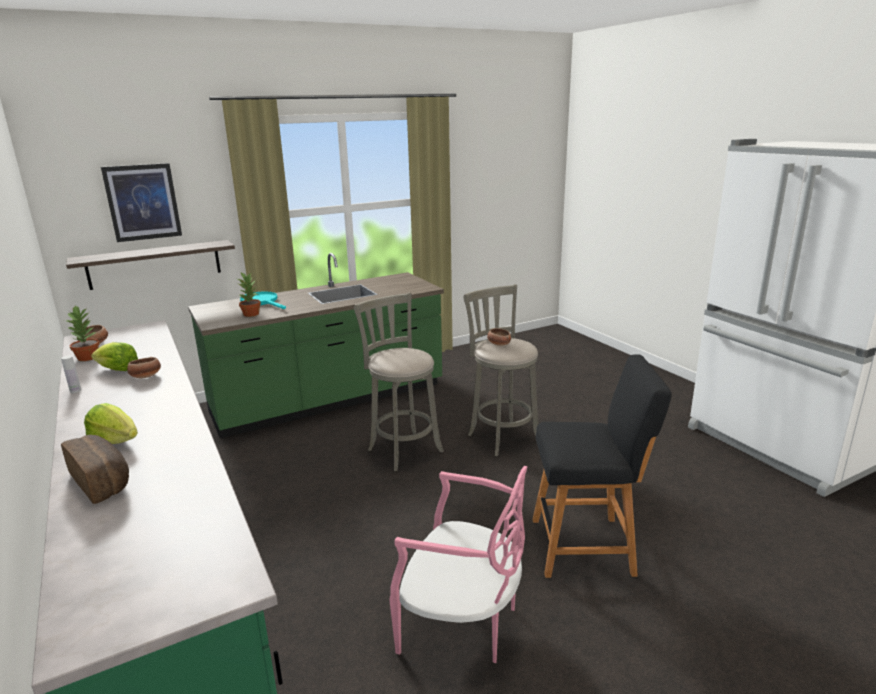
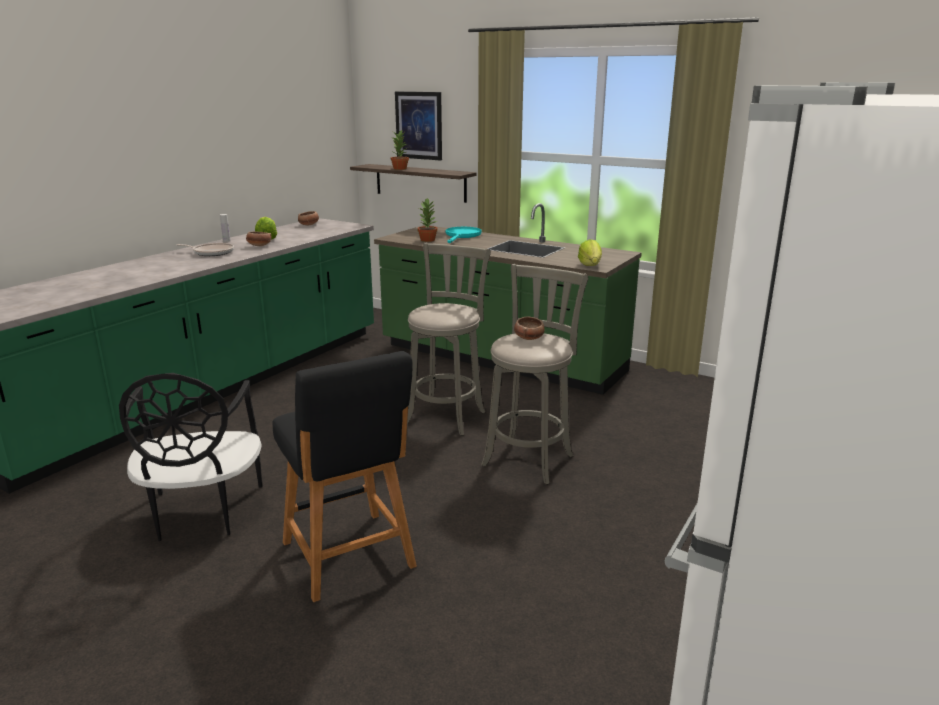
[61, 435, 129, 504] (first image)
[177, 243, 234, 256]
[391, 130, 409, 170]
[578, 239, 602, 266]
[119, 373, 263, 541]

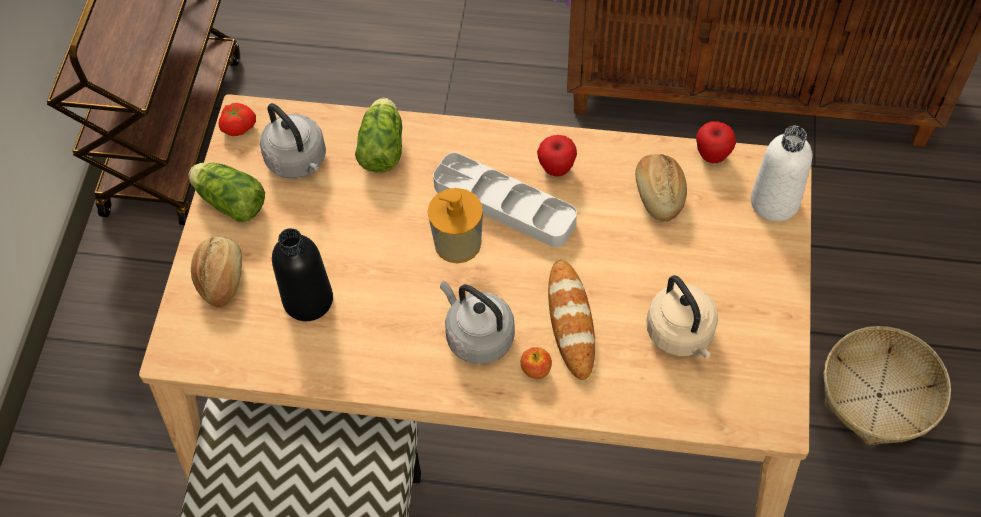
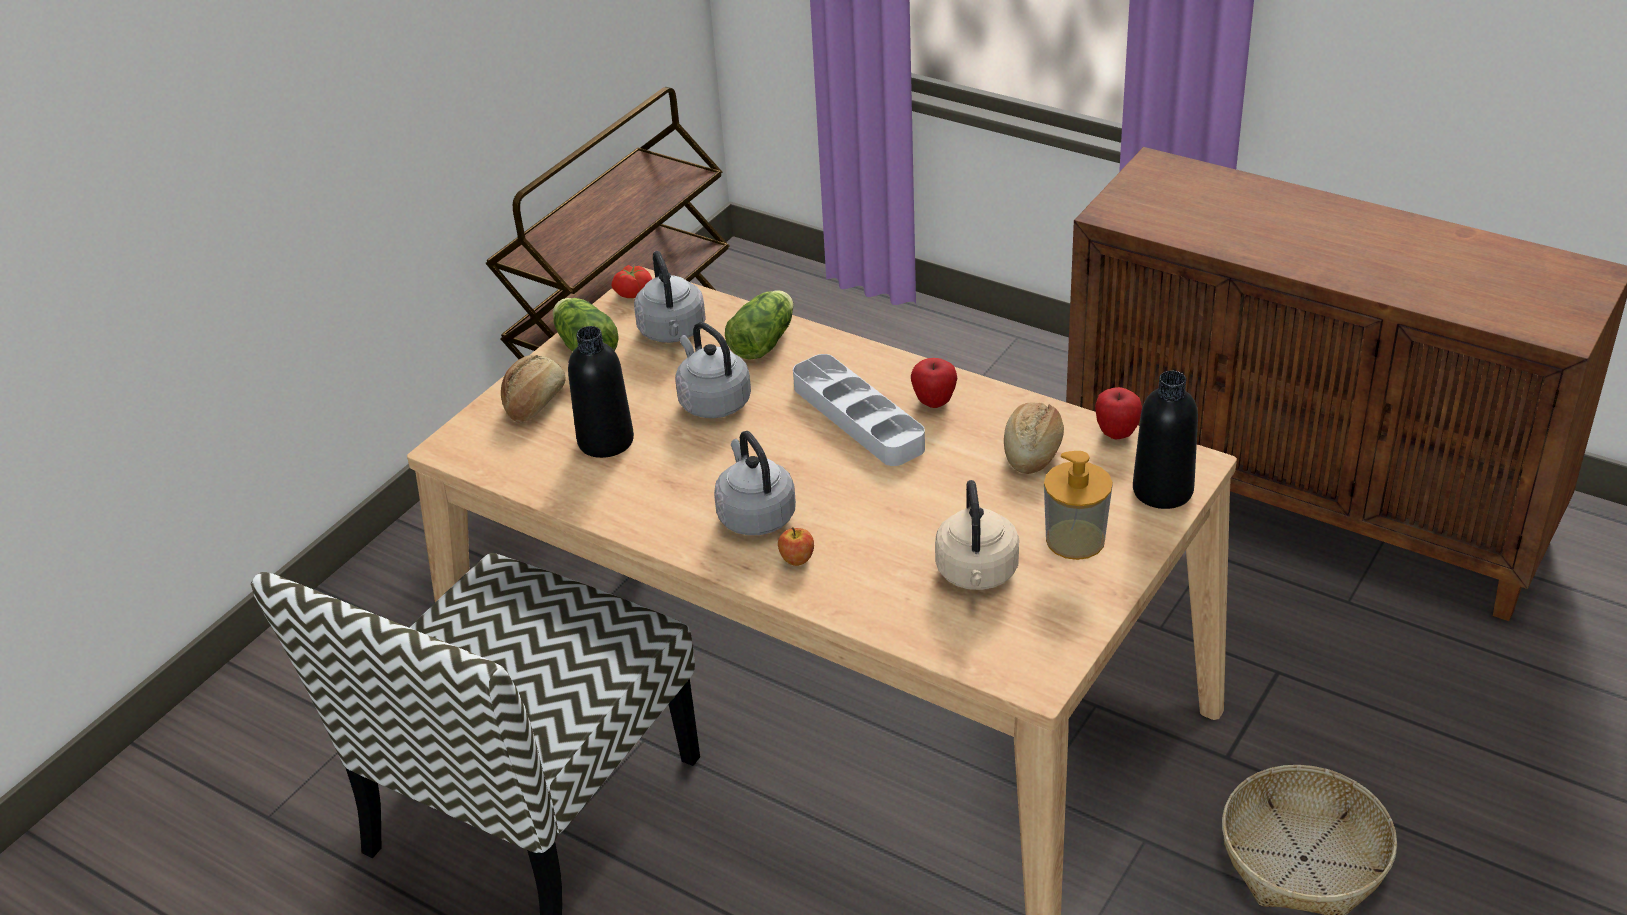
[548, 260, 595, 380] (first image)
[675, 322, 751, 418]
[1044, 451, 1113, 560]
[1133, 371, 1198, 509]

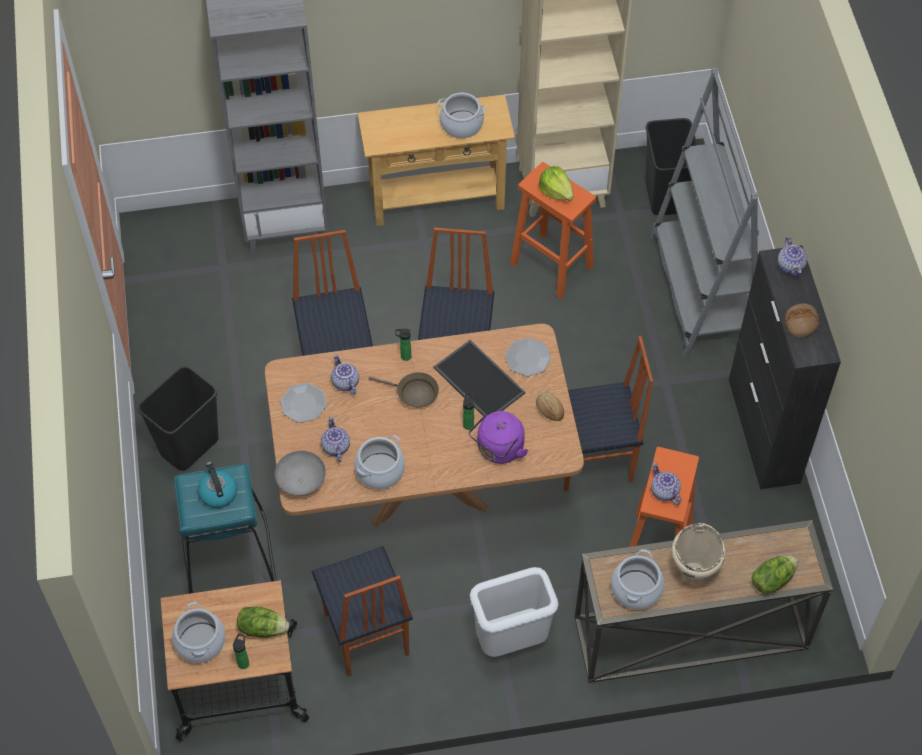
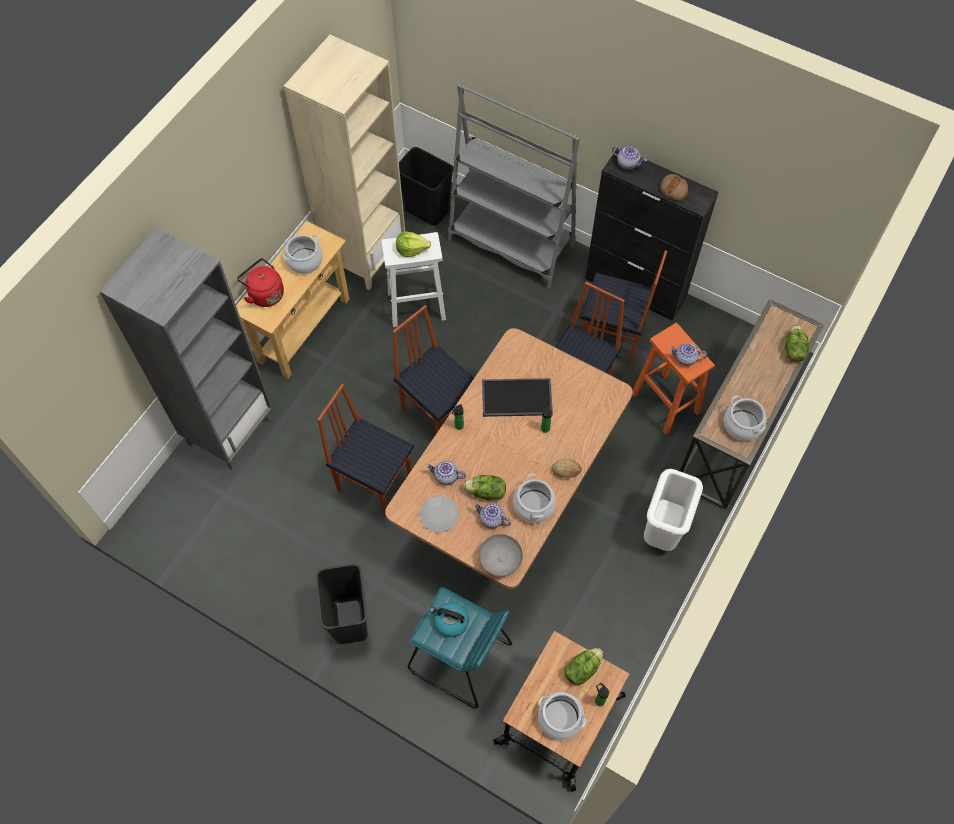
[369, 372, 439, 408] (first image)
[469, 411, 528, 464] (first image)
[505, 338, 551, 377] (first image)
[672, 523, 726, 582] (first image)
[237, 258, 284, 307]
[463, 475, 506, 500]
[580, 250, 667, 364]
[552, 459, 582, 478]
[381, 232, 446, 327]

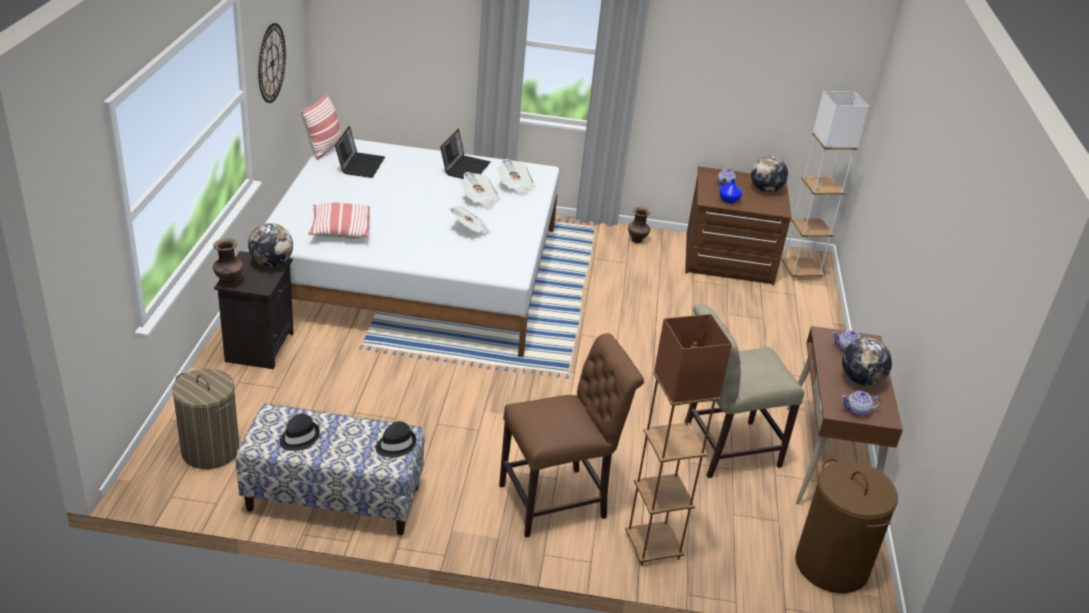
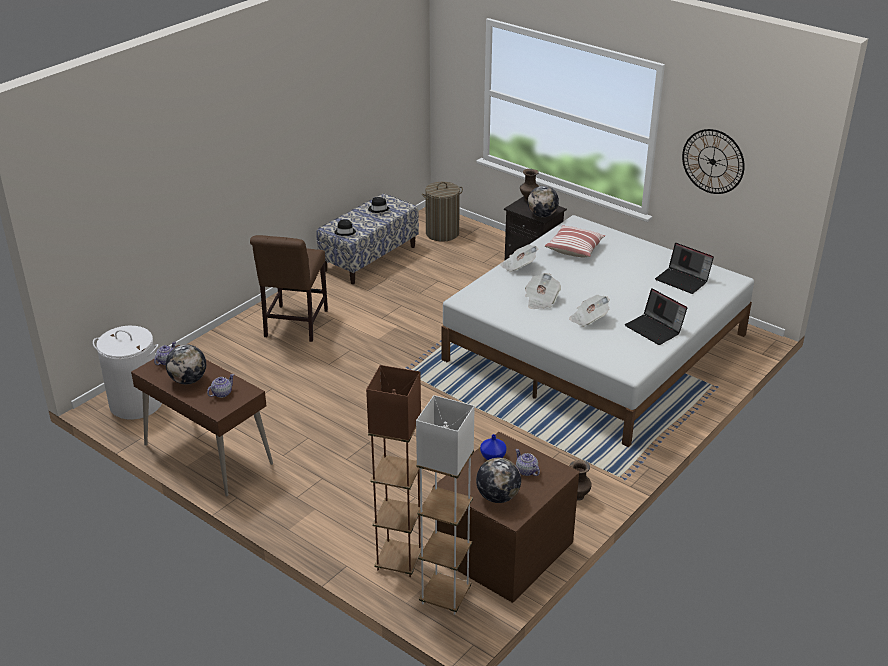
[300, 93, 342, 160] (first image)
[684, 304, 804, 478] (first image)
[501, 244, 538, 272]
[366, 365, 421, 577]
[93, 326, 162, 420]

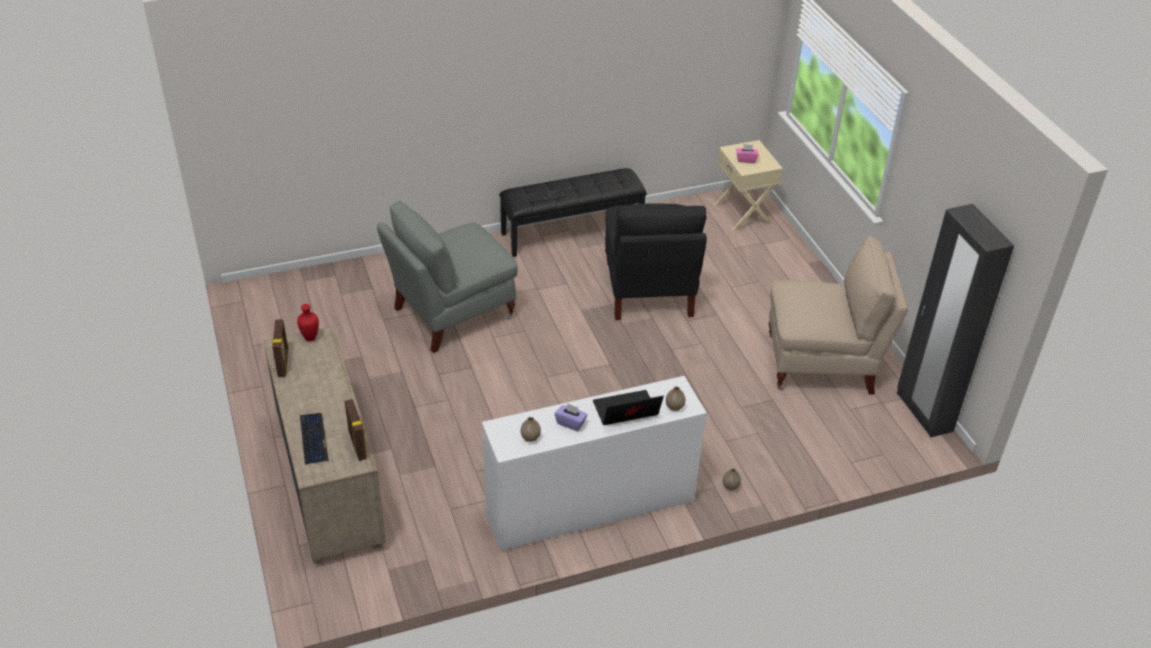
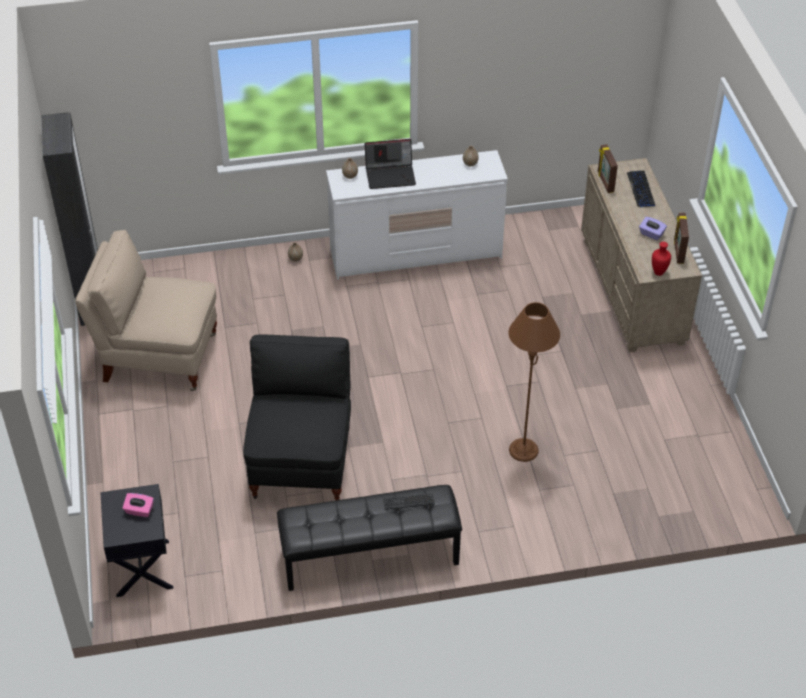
[639, 217, 667, 240]
[508, 302, 560, 462]
[100, 484, 173, 597]

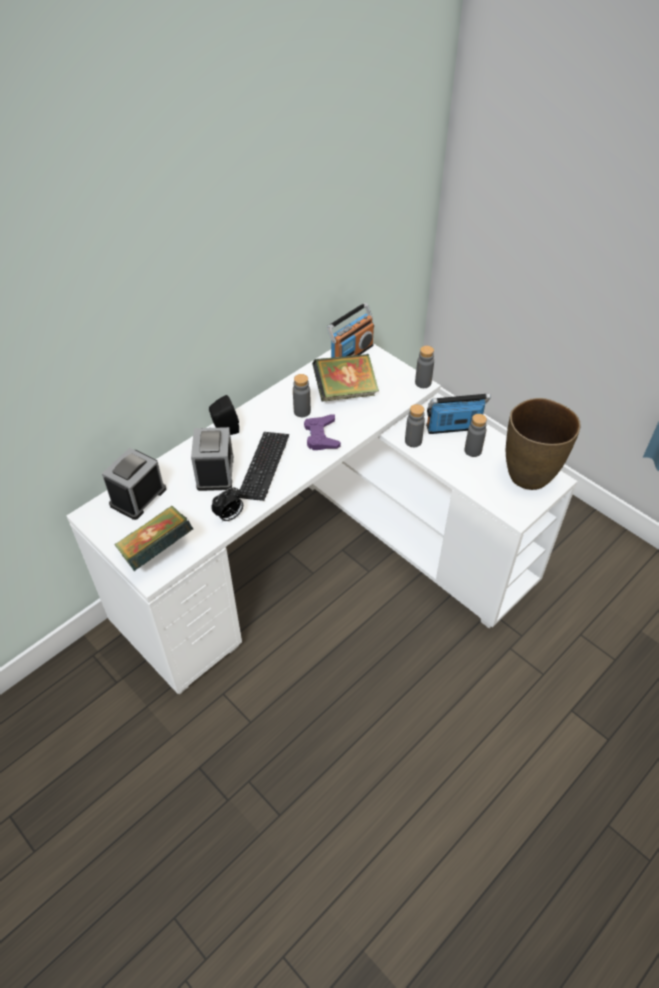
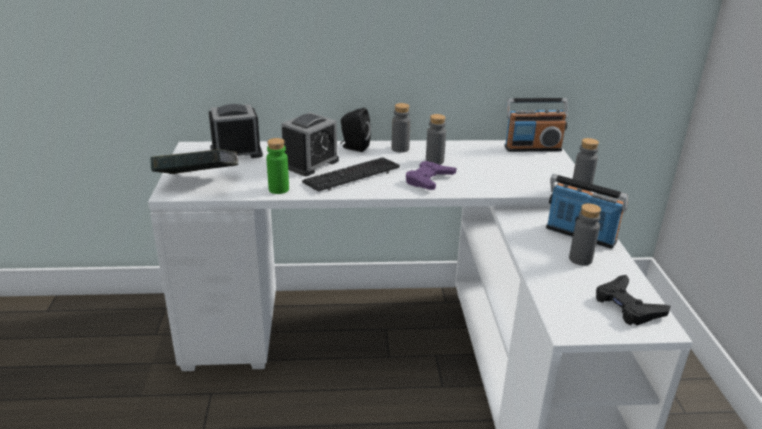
[312, 354, 379, 401] (first image)
[392, 103, 411, 153]
[266, 138, 289, 194]
[596, 275, 671, 325]

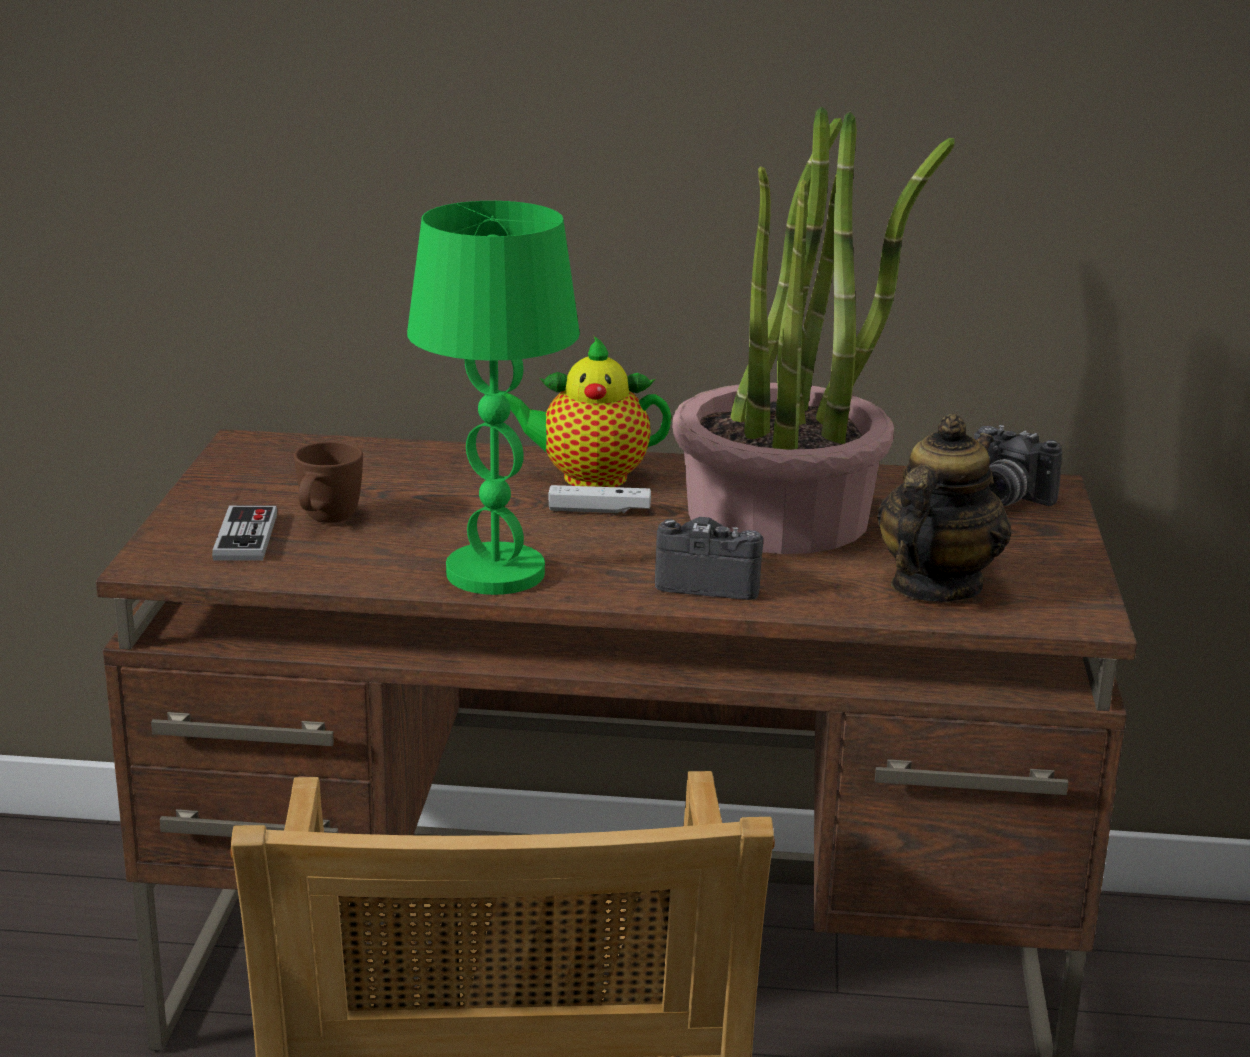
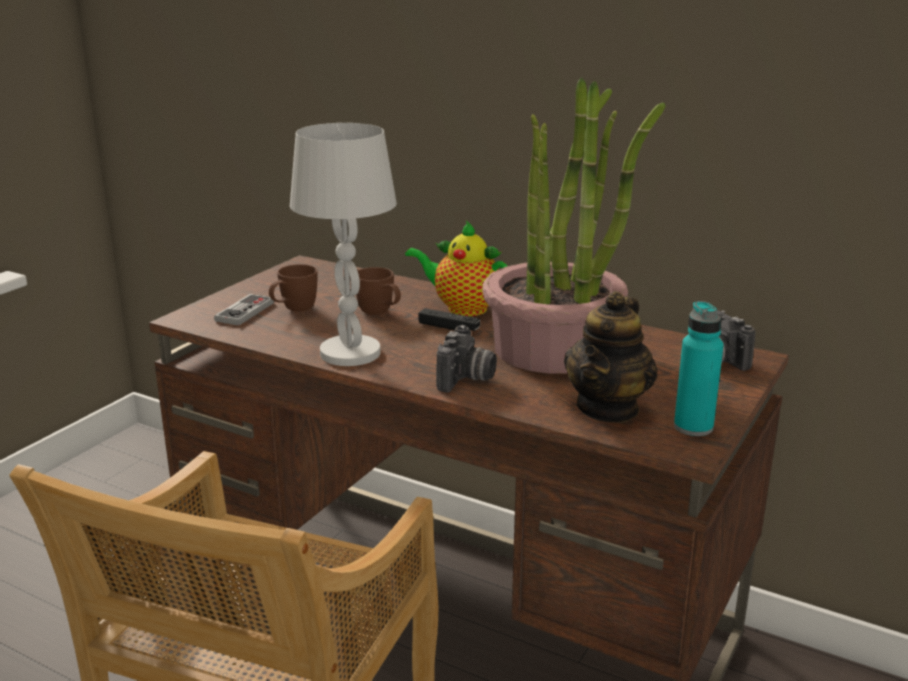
[356, 267, 401, 315]
[674, 301, 724, 436]
[290, 123, 397, 366]
[418, 308, 480, 331]
[436, 325, 497, 393]
[564, 291, 658, 423]

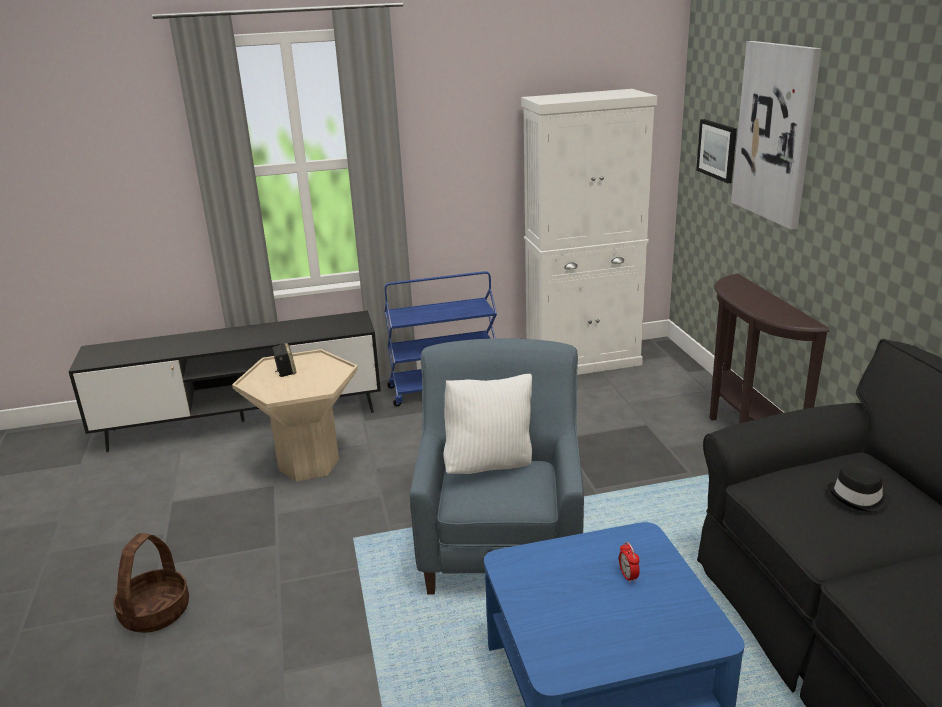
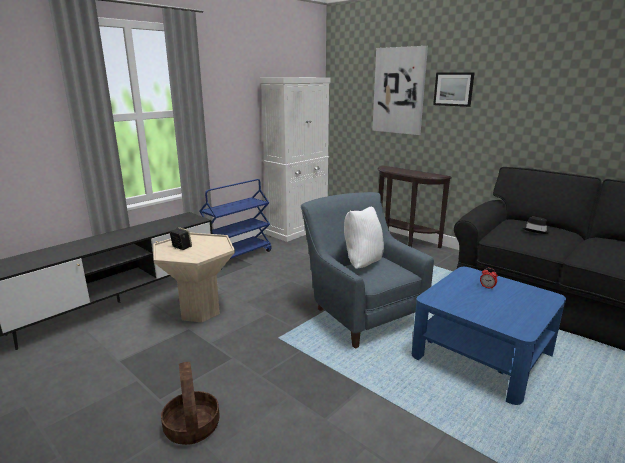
[433, 72, 475, 107]

